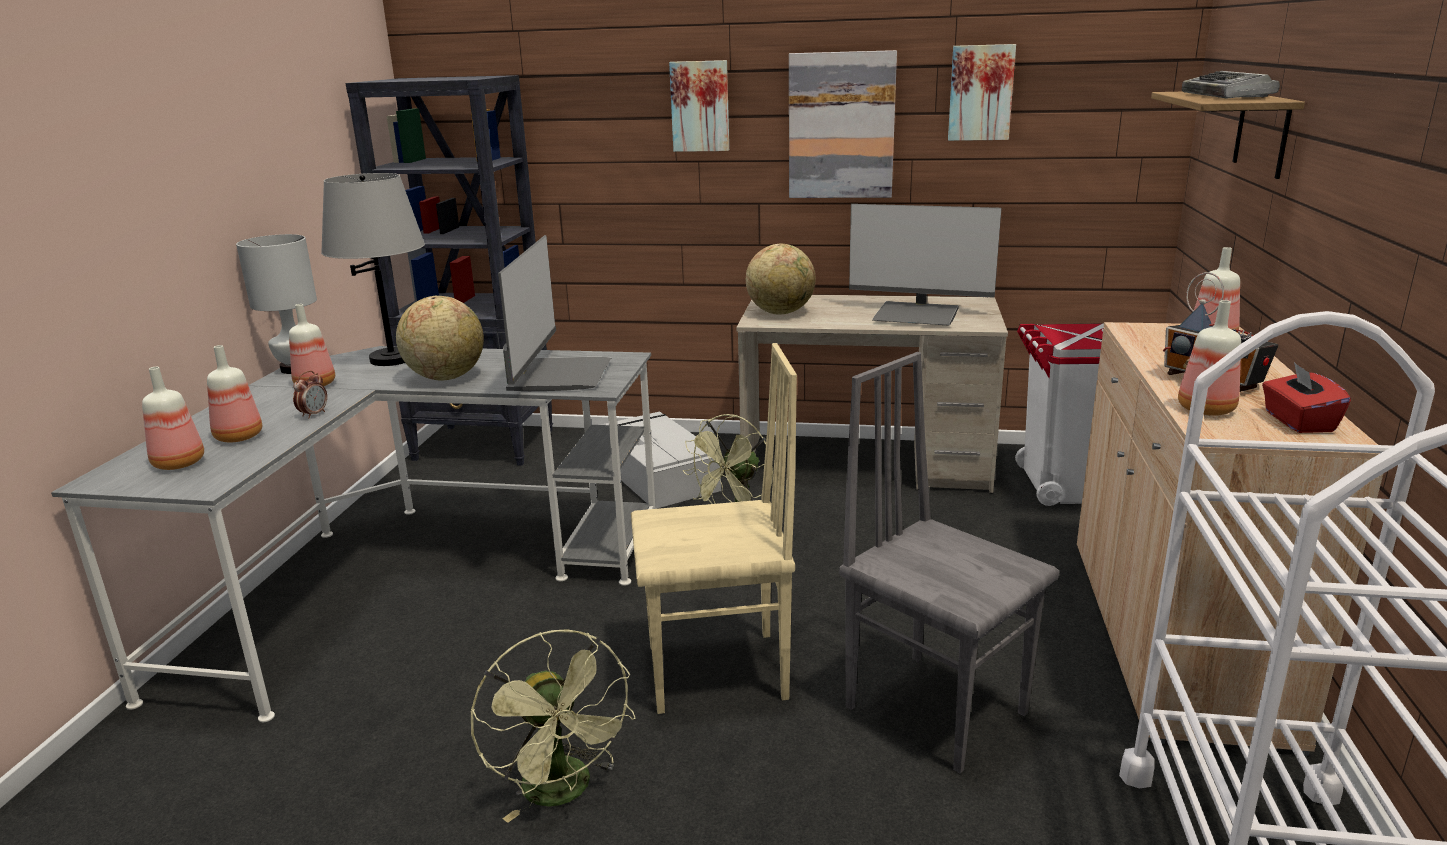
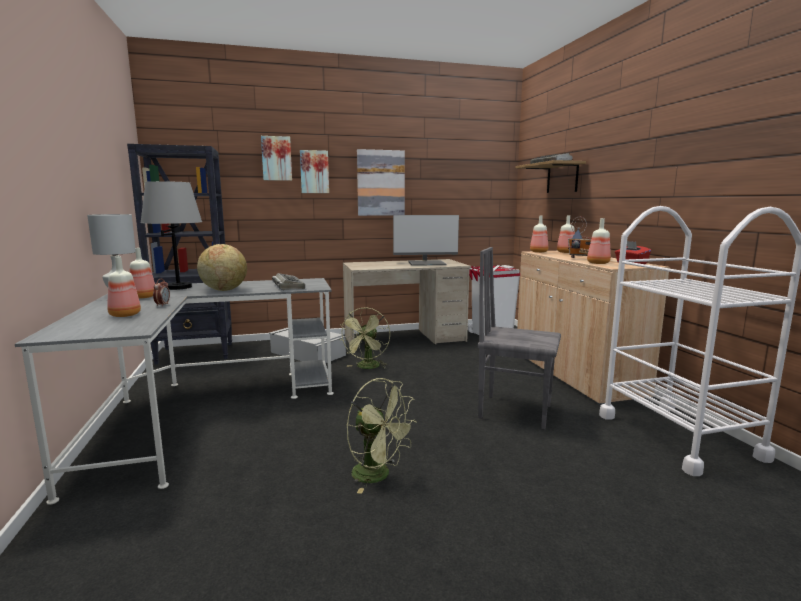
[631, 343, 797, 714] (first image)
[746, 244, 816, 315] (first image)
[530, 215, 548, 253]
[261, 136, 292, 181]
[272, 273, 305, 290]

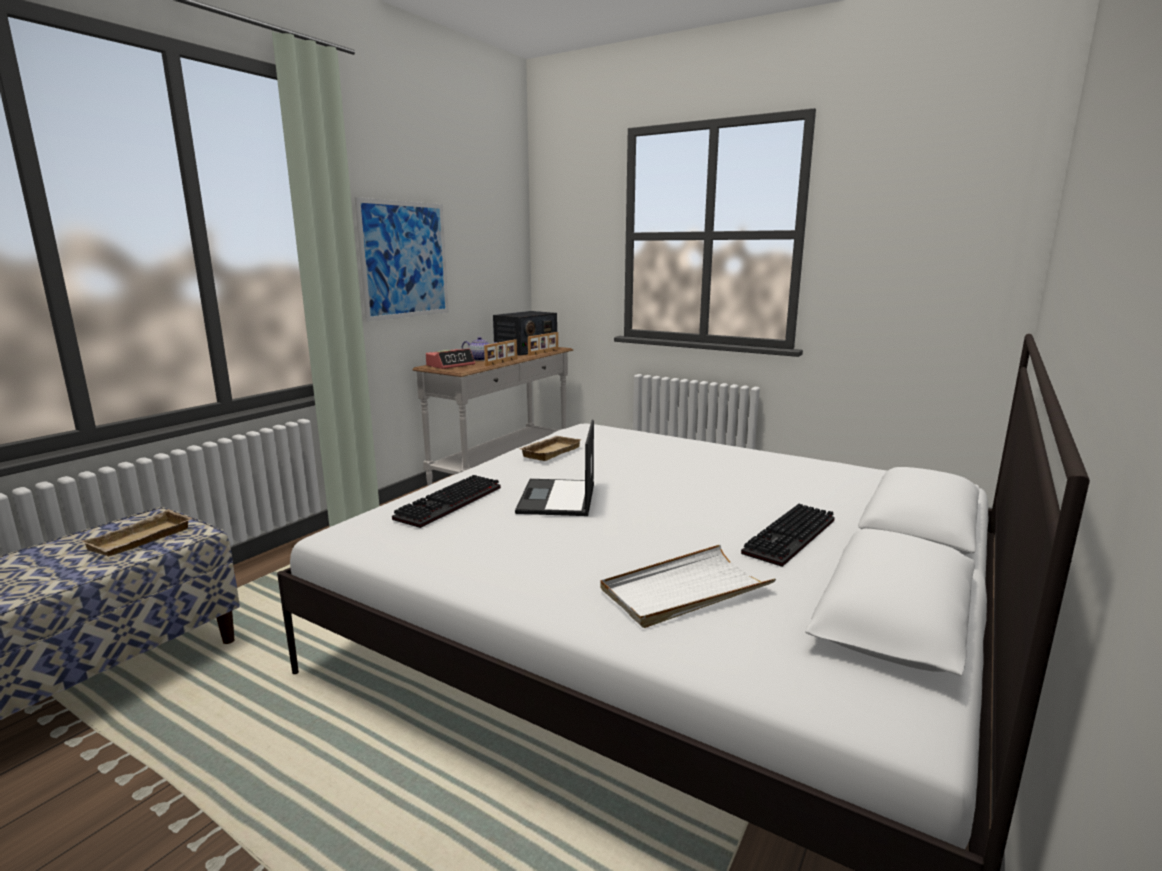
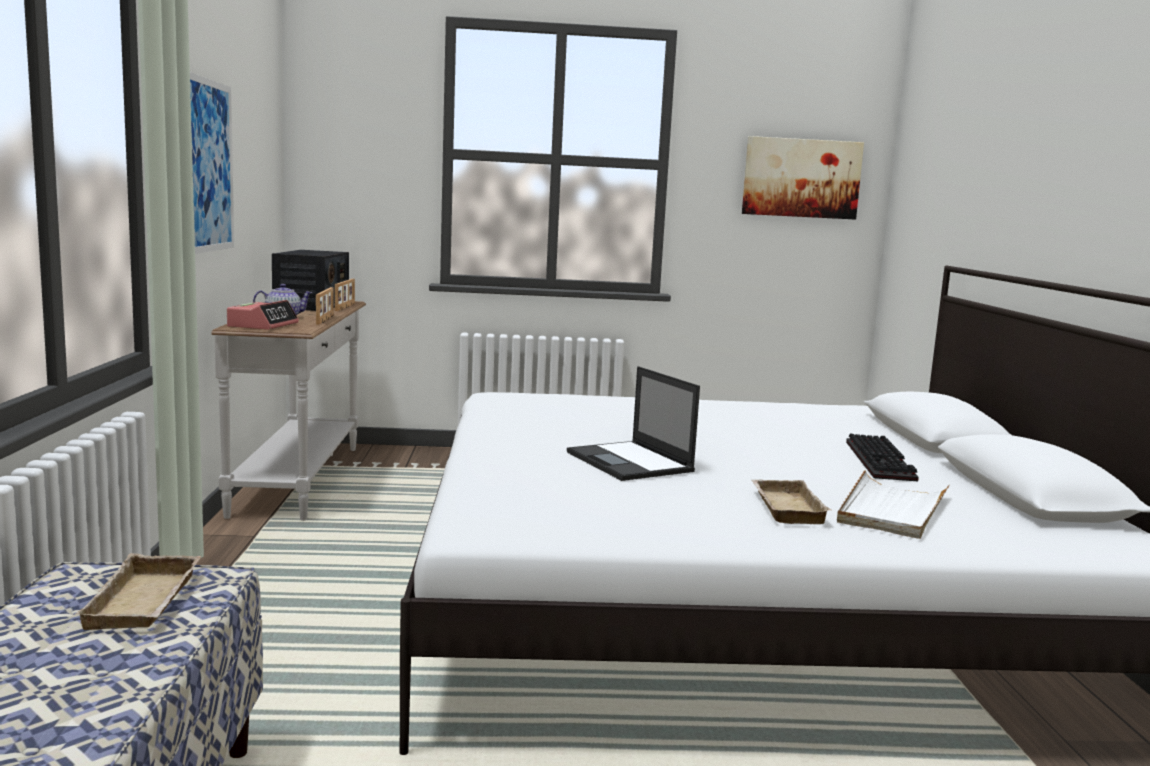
[392, 475, 501, 528] (first image)
[742, 136, 864, 220]
[751, 480, 832, 524]

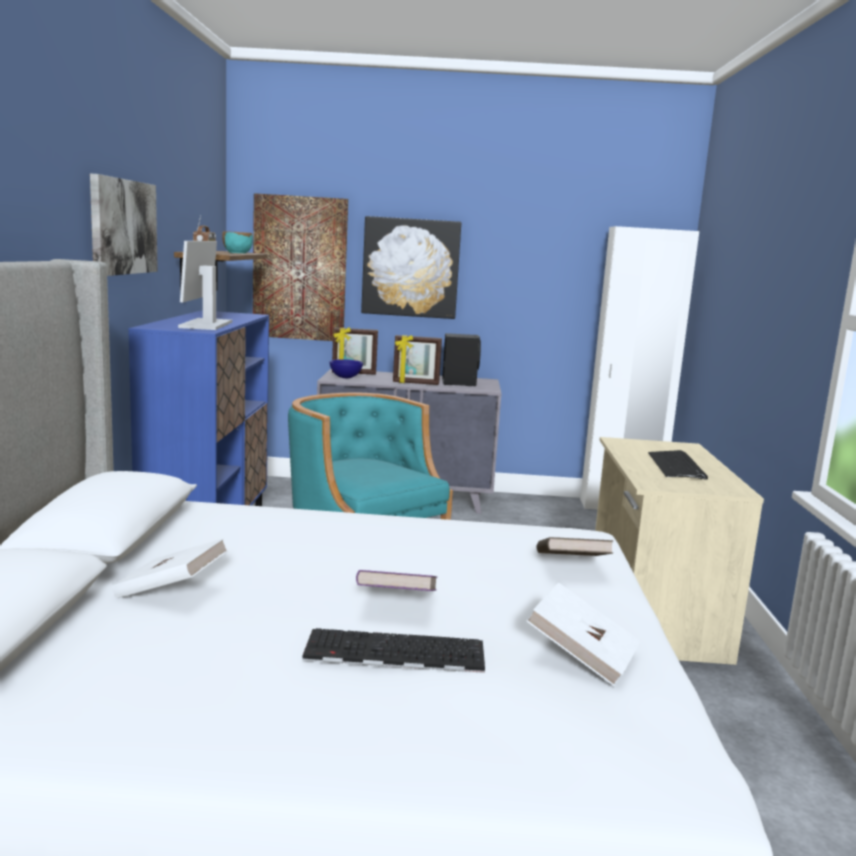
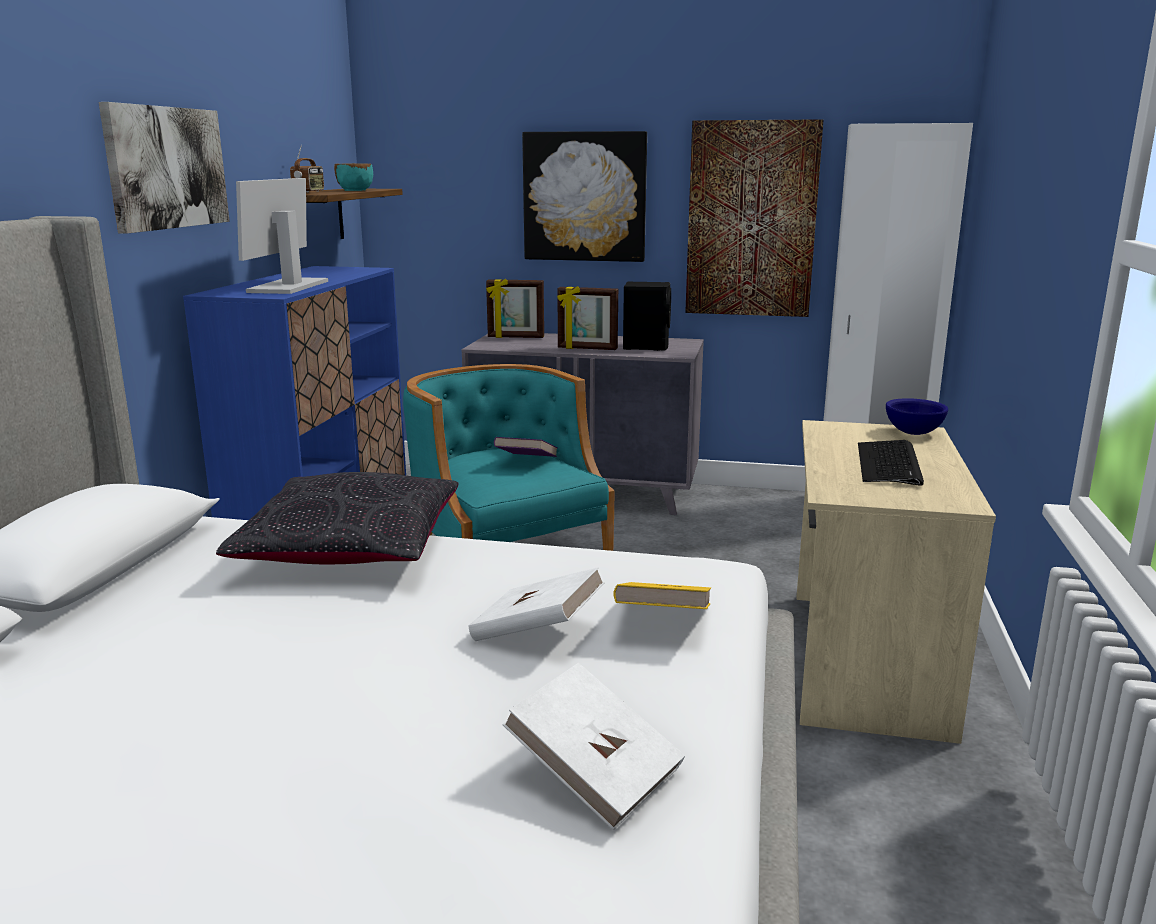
[302, 628, 485, 673] (first image)
[216, 472, 459, 564]
[469, 567, 605, 641]
[685, 119, 824, 317]
[886, 398, 948, 435]
[494, 437, 558, 457]
[613, 582, 711, 609]

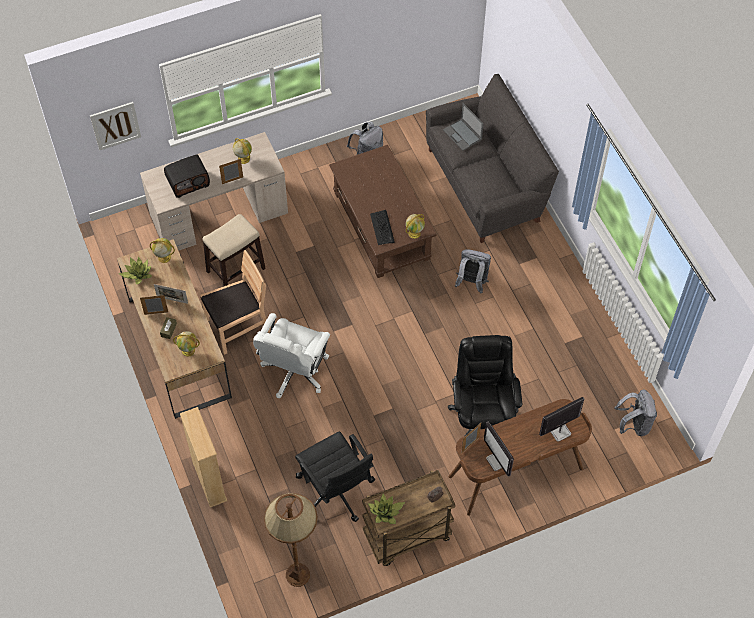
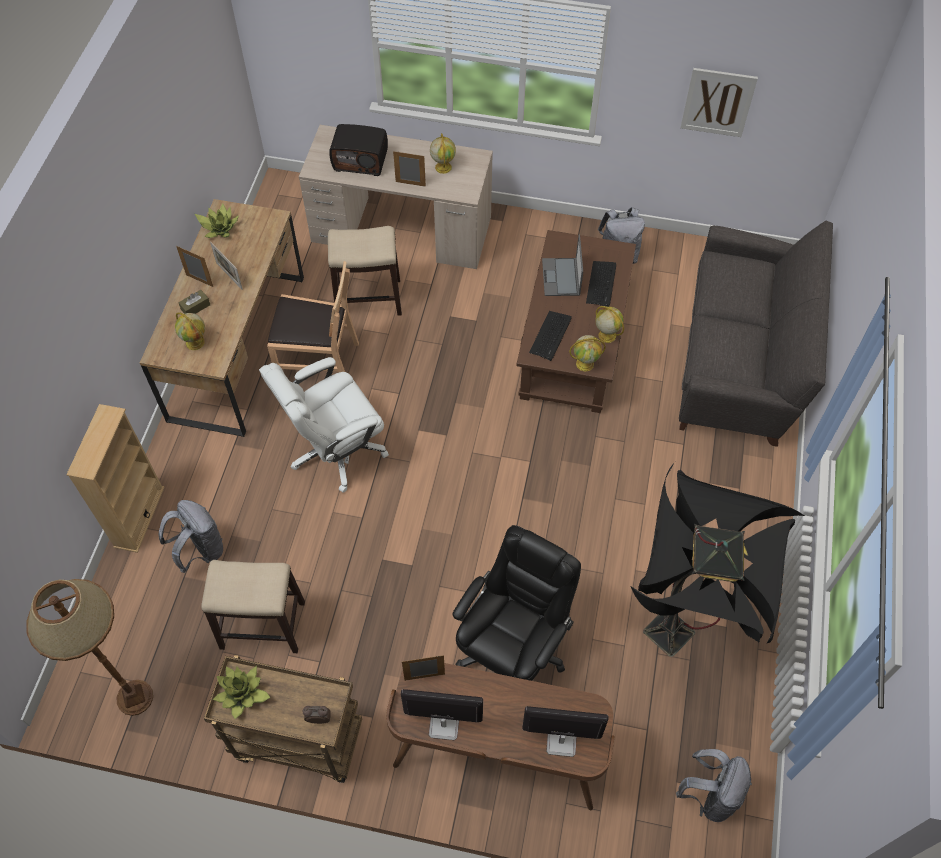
[586, 261, 616, 307]
[631, 462, 805, 657]
[681, 68, 758, 137]
[595, 306, 624, 343]
[542, 234, 583, 296]
[158, 500, 223, 573]
[201, 560, 305, 653]
[401, 689, 483, 740]

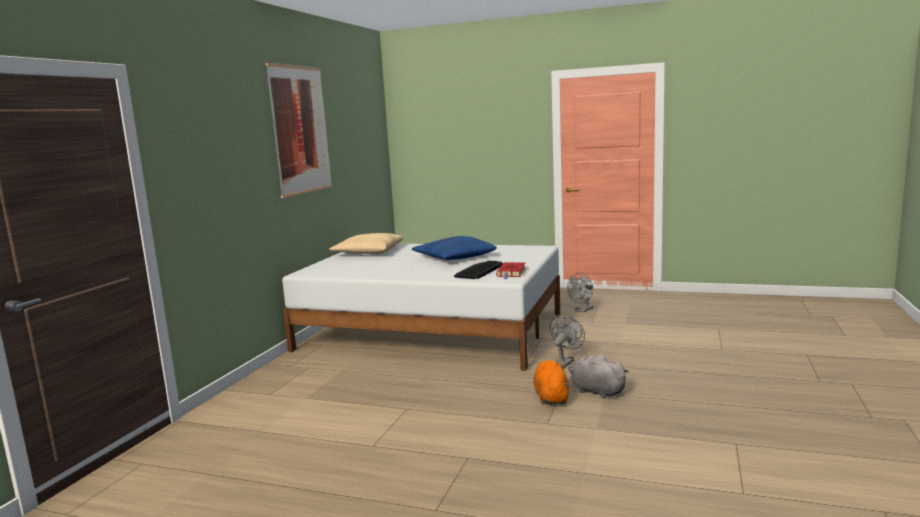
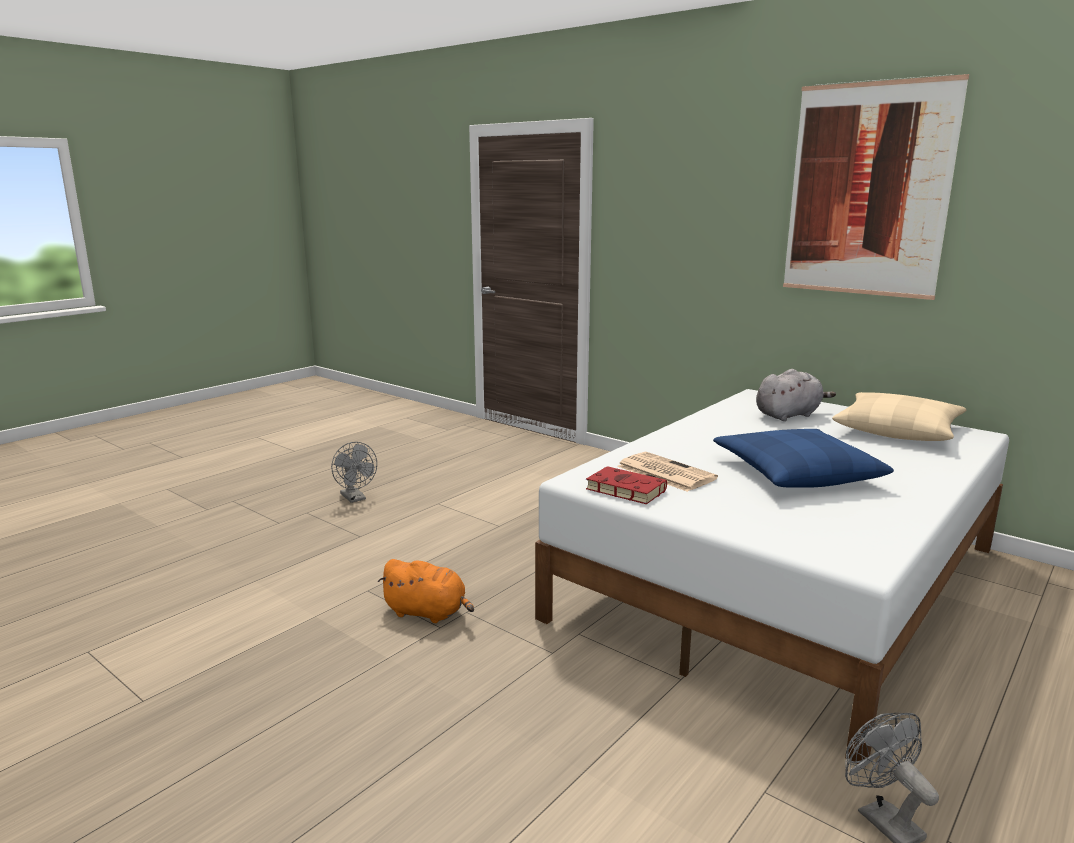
[331, 442, 377, 503]
[756, 369, 836, 421]
[617, 452, 718, 492]

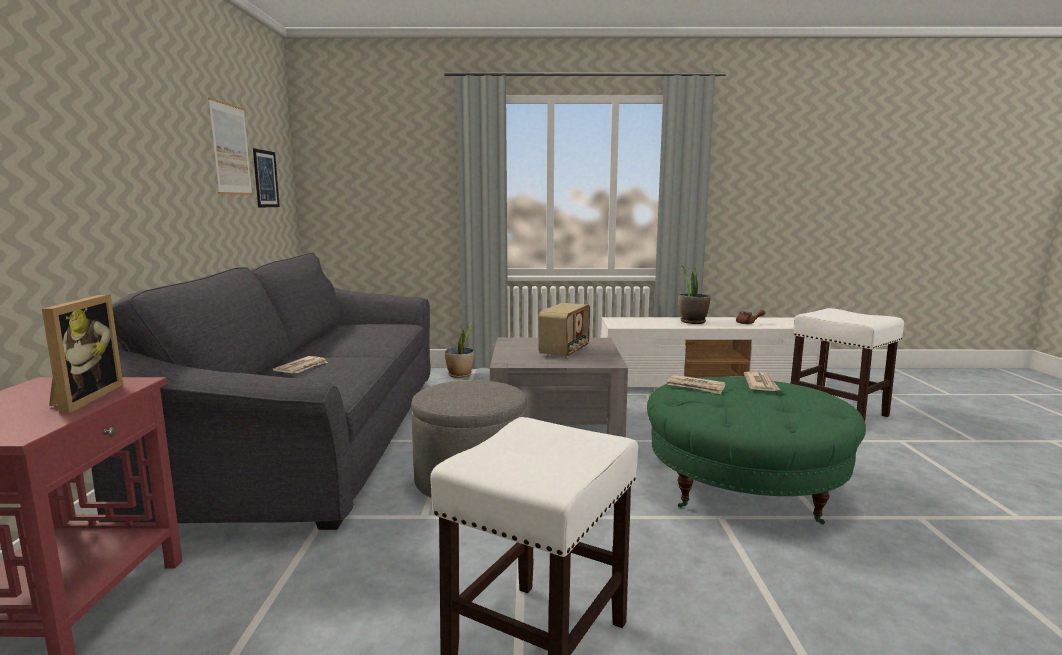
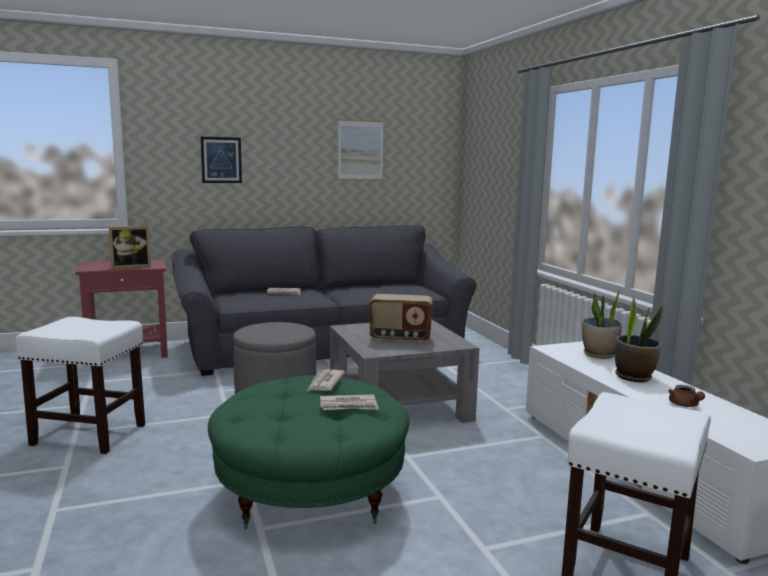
[201, 137, 242, 183]
[582, 288, 623, 358]

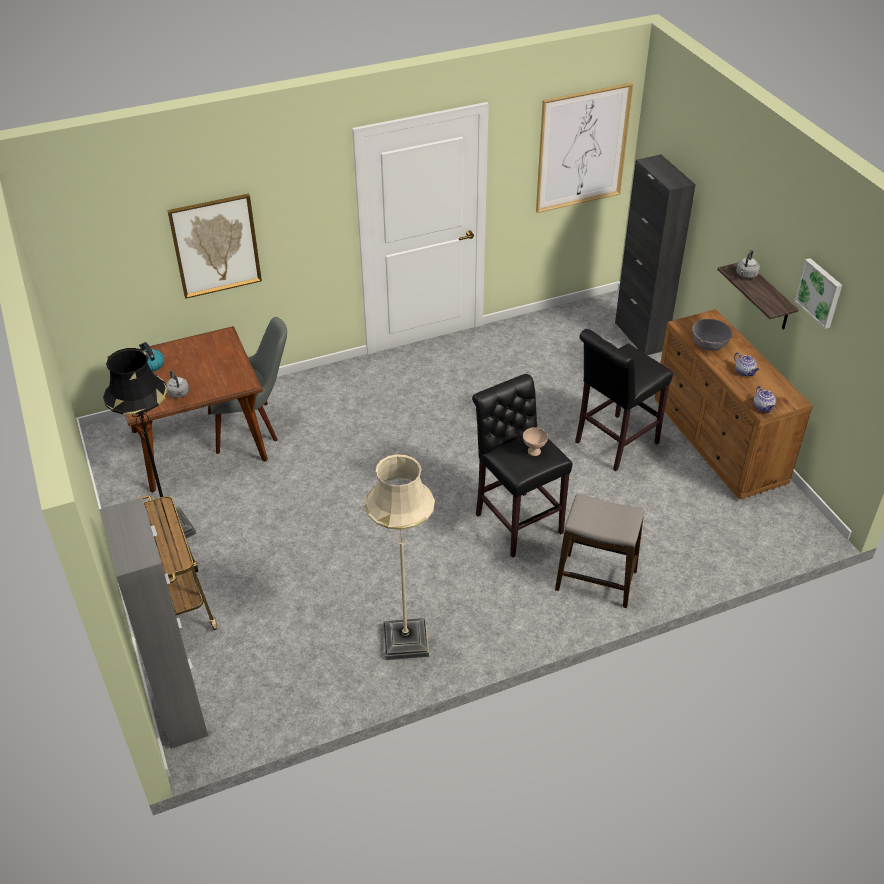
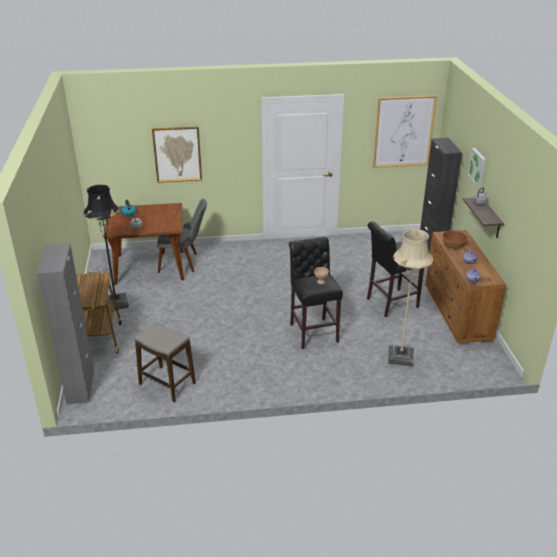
[388, 229, 433, 367]
[135, 322, 196, 402]
[468, 148, 486, 186]
[443, 230, 468, 249]

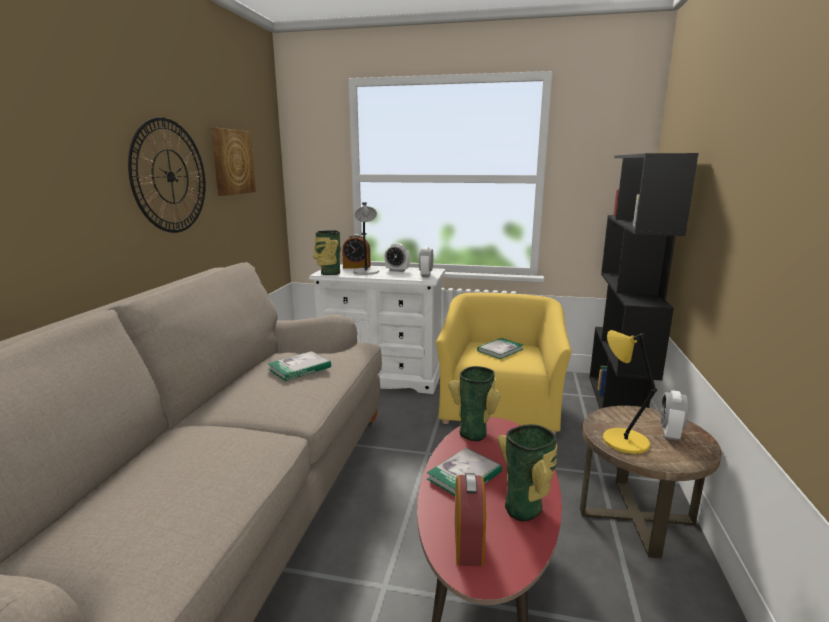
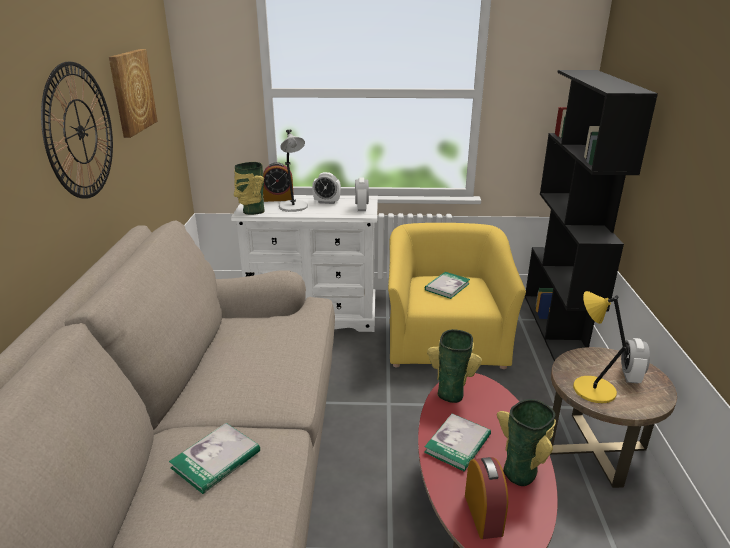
[169, 423, 260, 494]

